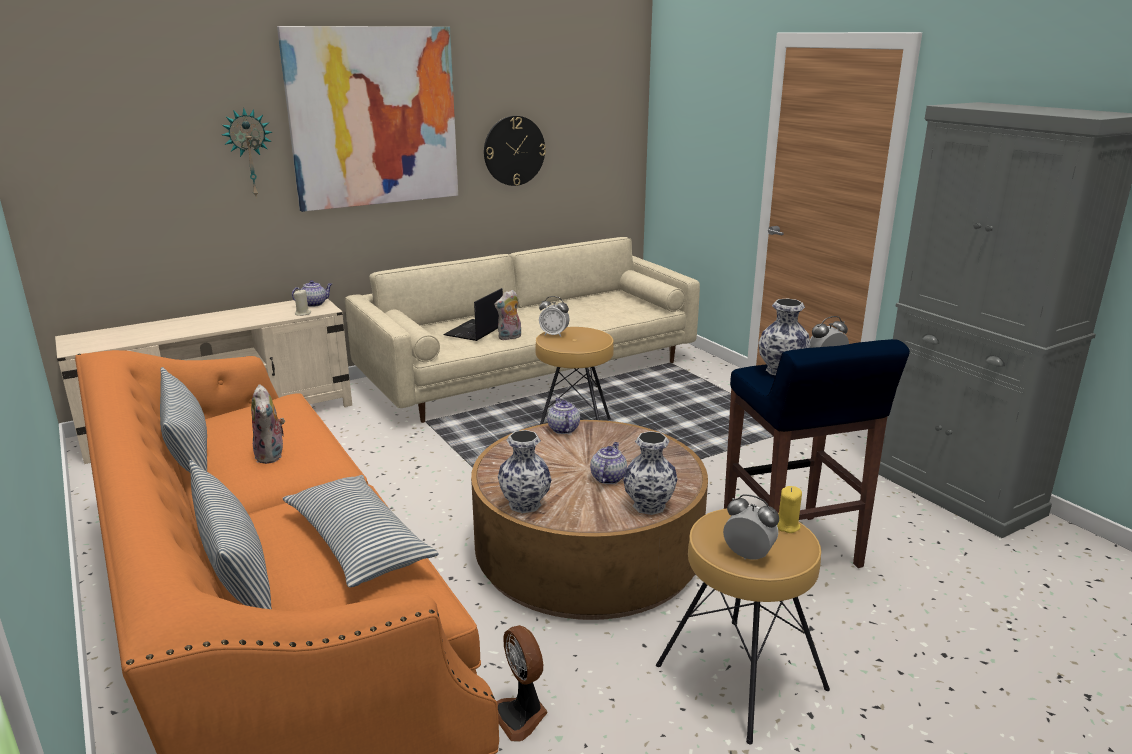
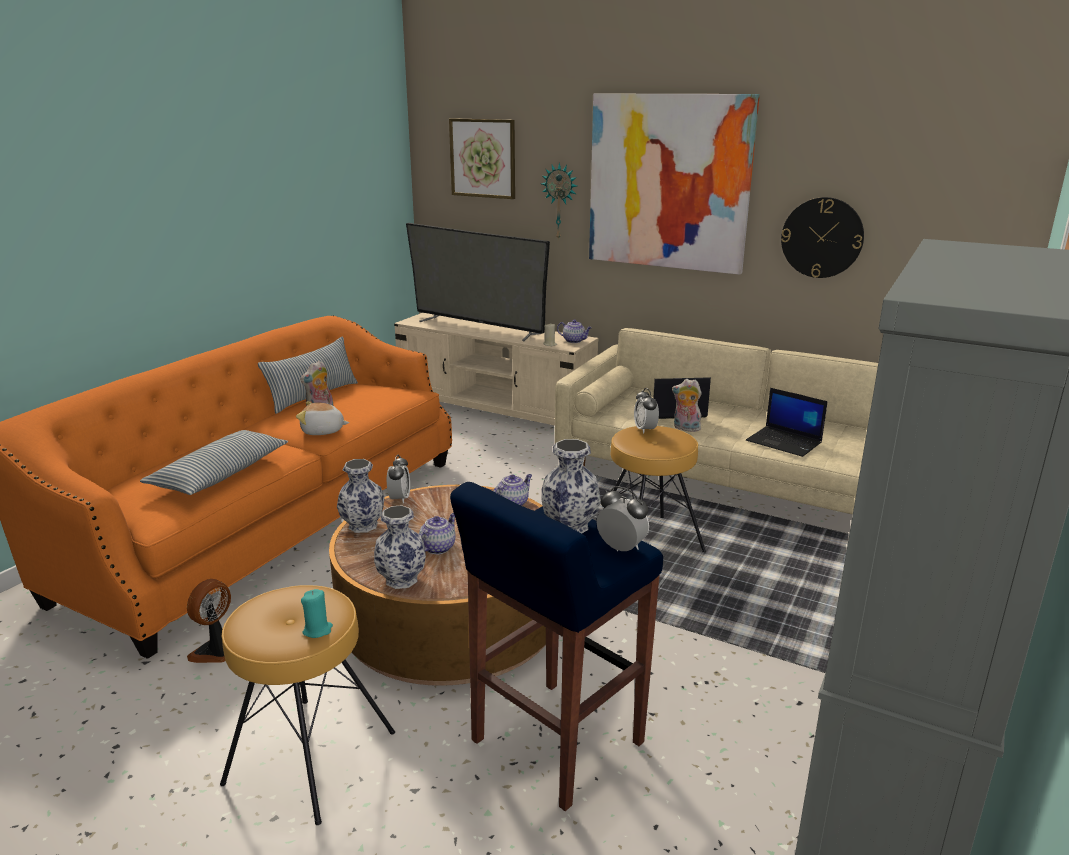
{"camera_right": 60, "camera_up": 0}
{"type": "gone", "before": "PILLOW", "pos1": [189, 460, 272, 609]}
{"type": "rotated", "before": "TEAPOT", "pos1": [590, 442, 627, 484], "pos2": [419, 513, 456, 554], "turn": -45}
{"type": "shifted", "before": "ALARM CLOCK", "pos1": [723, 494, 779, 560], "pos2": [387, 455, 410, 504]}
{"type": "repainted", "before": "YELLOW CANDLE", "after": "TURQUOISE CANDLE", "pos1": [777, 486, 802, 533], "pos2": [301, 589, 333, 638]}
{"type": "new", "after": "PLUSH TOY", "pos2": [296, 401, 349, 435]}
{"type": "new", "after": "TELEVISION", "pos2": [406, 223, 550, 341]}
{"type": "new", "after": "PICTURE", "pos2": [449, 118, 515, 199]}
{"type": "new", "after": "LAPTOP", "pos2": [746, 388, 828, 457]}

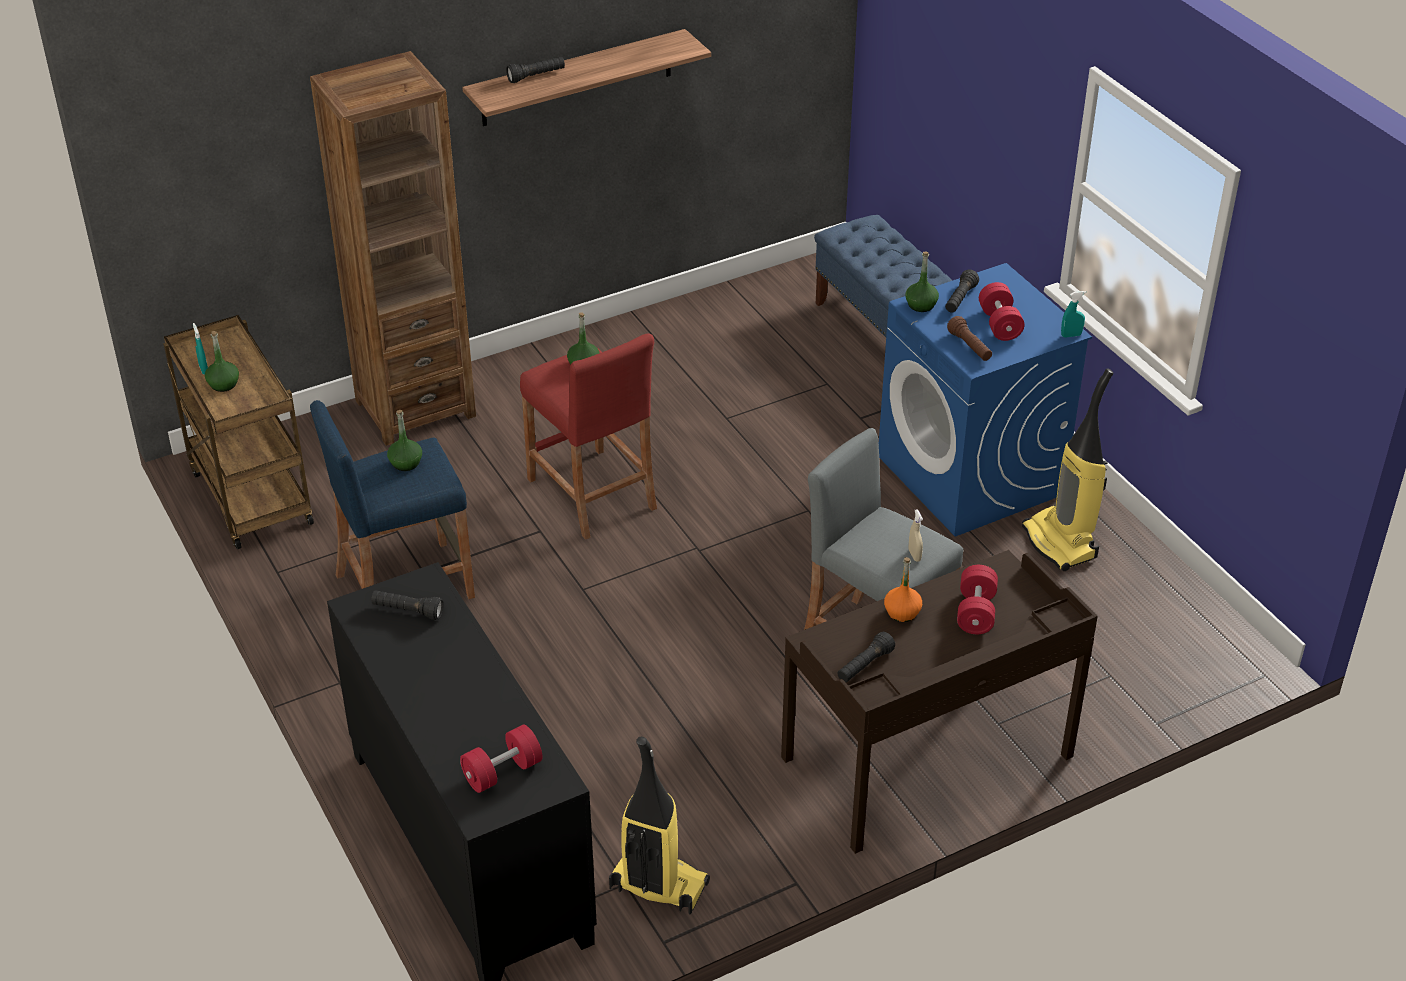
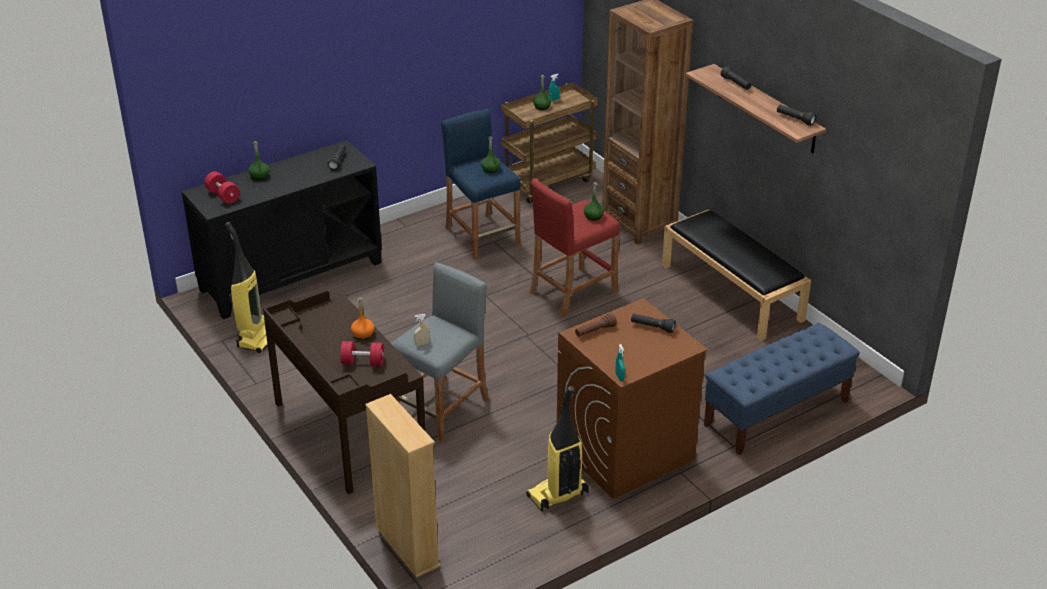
{"camera_right": 85, "camera_up": -5}
{"type": "shifted", "before": "BLACK FLASHLIGHT", "pos1": [837, 632, 895, 682], "pos2": [777, 105, 816, 126]}
{"type": "repainted", "before": "BLUE WASHING MACHINE", "after": "BROWN WASHING MACHINE", "pos1": [879, 263, 1092, 536], "pos2": [557, 298, 708, 499]}
{"type": "shifted", "before": "GREEN BOTTLE", "pos1": [905, 251, 939, 312], "pos2": [248, 141, 269, 180]}
{"type": "gone", "before": "RED DUMBBELL", "pos1": [979, 282, 1024, 341]}
{"type": "new", "after": "BEIGE BOOKCASE", "pos2": [365, 394, 441, 578]}
{"type": "new", "after": "BLACK BENCH", "pos2": [662, 209, 811, 341]}

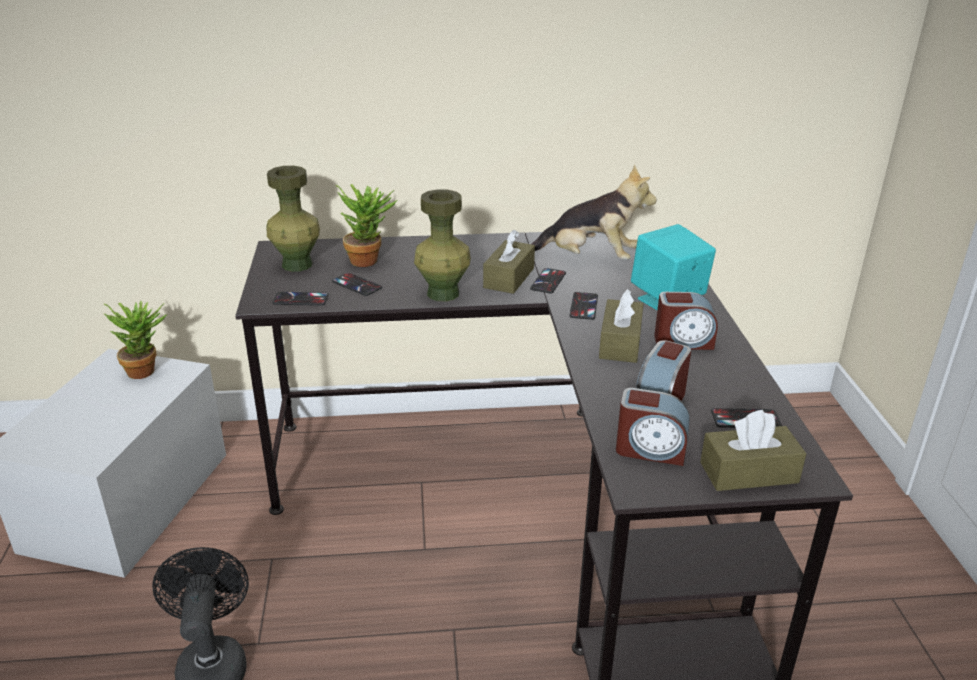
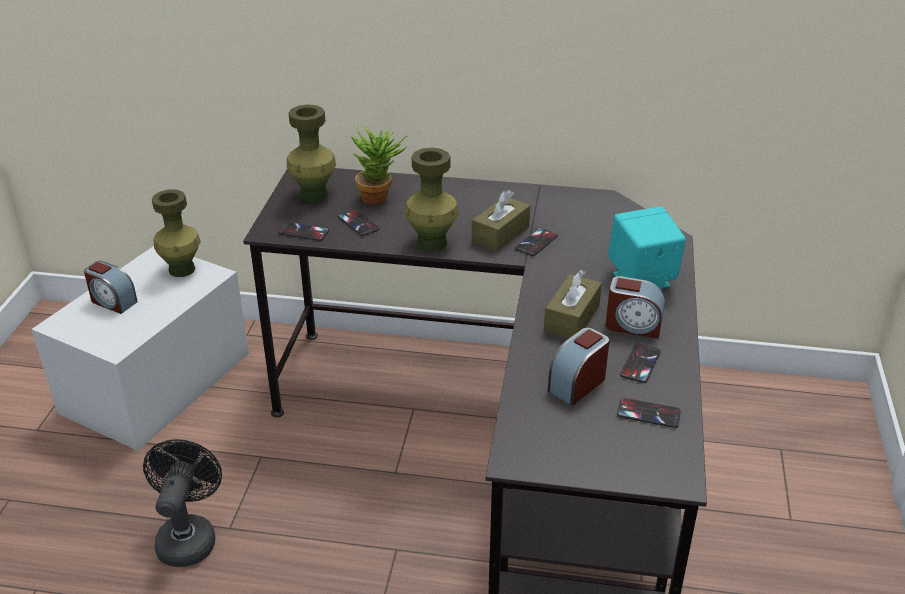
{"camera_right": 15, "camera_up": 5}
{"type": "swapped", "before": "POTTED PLANT", "after": "GREEN VASE", "pos1": [104, 301, 167, 379], "pos2": [152, 189, 201, 277]}
{"type": "gone", "before": "PLUSH TOY", "pos1": [531, 165, 657, 260]}
{"type": "shifted", "before": "PHONE", "pos1": [570, 292, 598, 320], "pos2": [620, 343, 661, 383]}
{"type": "shifted", "before": "ALARM CLOCK", "pos1": [616, 388, 689, 466], "pos2": [84, 261, 138, 314]}
{"type": "gone", "before": "BROWN TISSUE BOX", "pos1": [700, 410, 807, 491]}

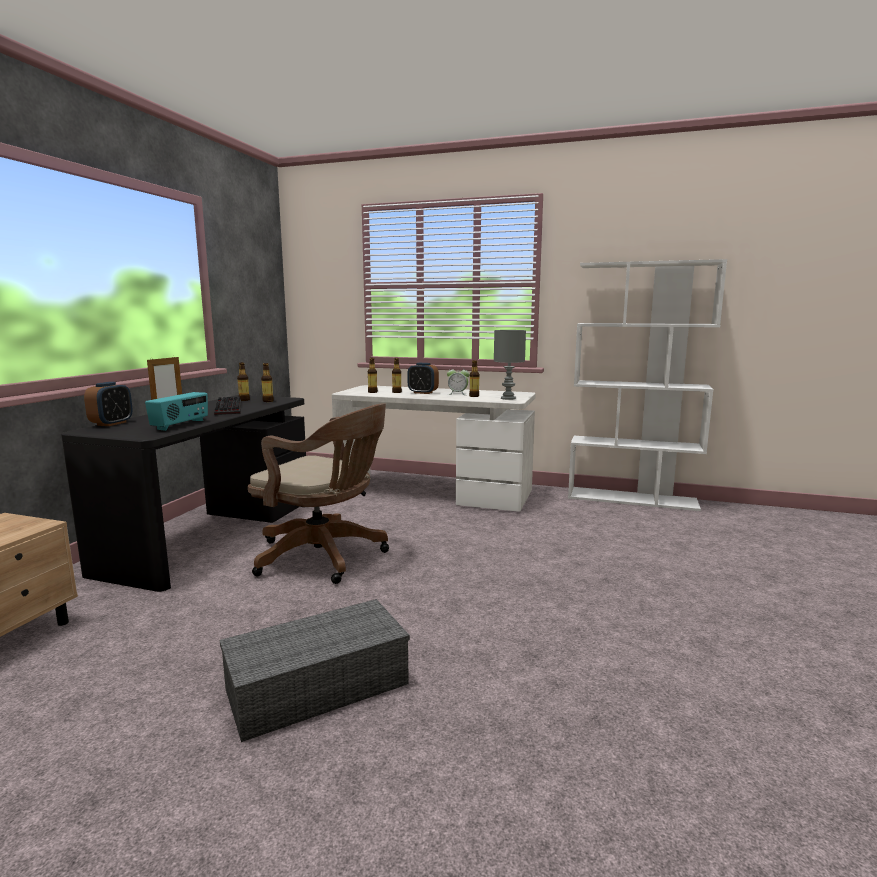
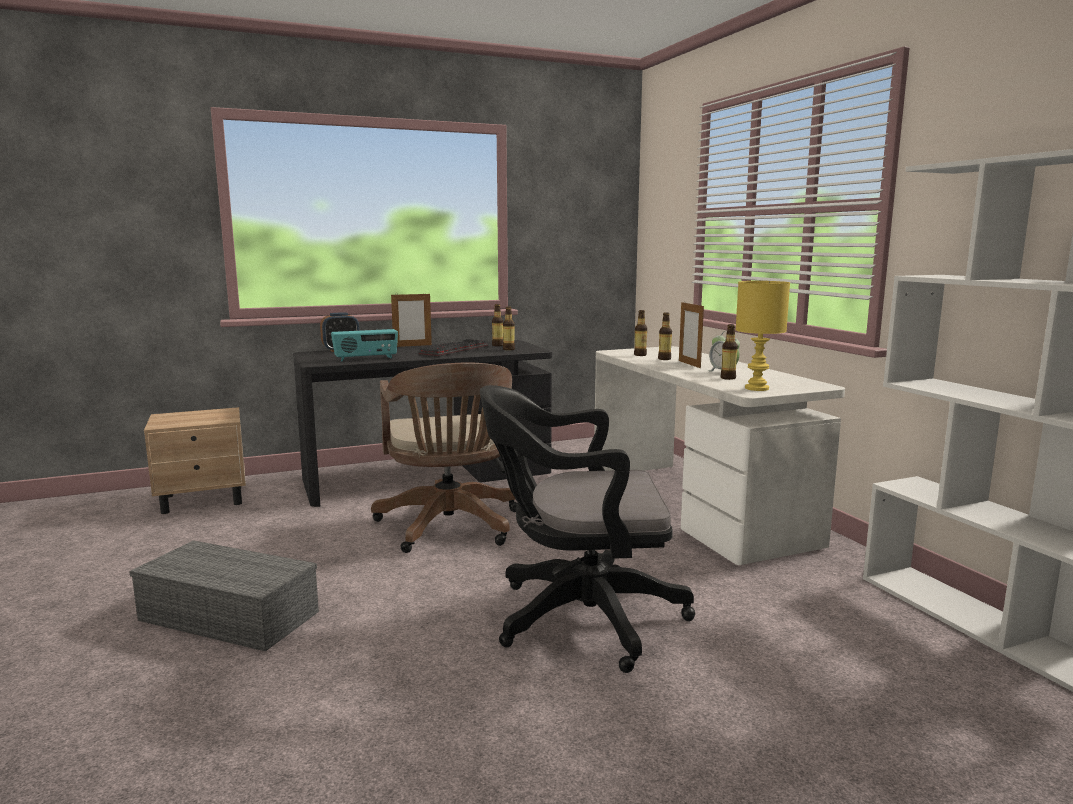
{"camera_right": 50, "camera_up": 0}
{"type": "swapped", "before": "ALARM CLOCK", "after": "PICTURE FRAME", "pos1": [408, 363, 439, 394], "pos2": [679, 302, 704, 368]}
{"type": "repainted", "before": "GREY TABLE LAMP", "after": "YELLOW TABLE LAMP", "pos1": [494, 330, 526, 400], "pos2": [736, 281, 790, 391]}
{"type": "new", "after": "BLACK OFFICE CHAIR", "pos2": [480, 385, 695, 673]}

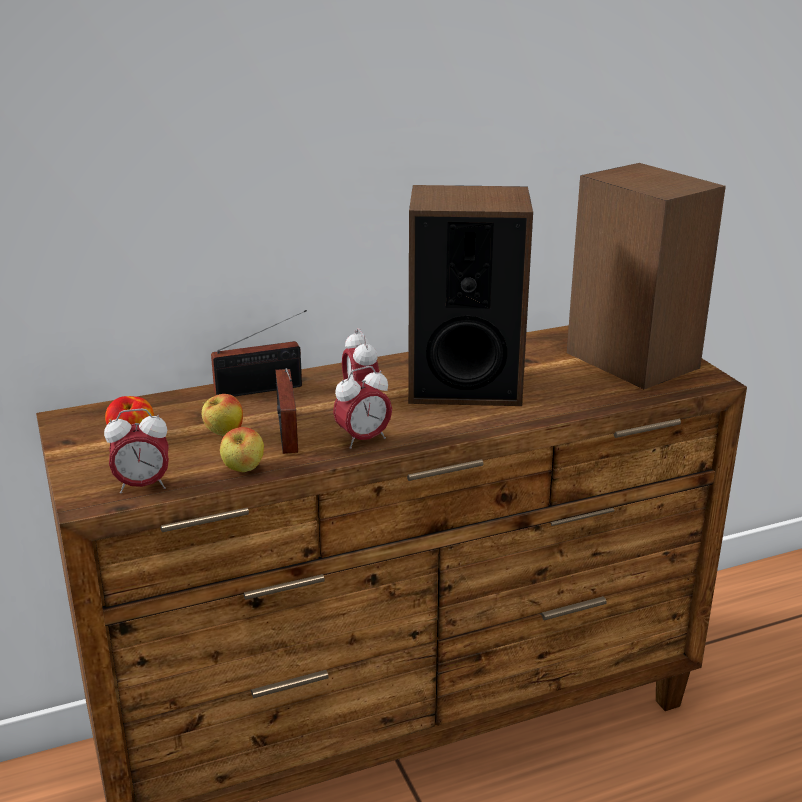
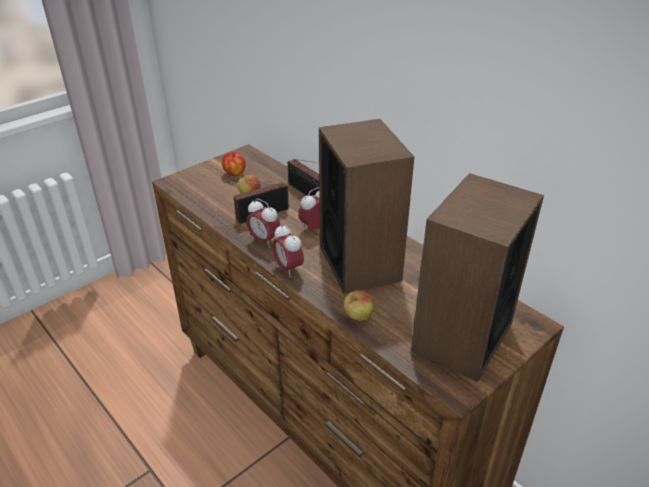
{"camera_right": 70, "camera_up": 10}
{"type": "shifted", "before": "ALARM CLOCK", "pos1": [104, 409, 169, 493], "pos2": [272, 224, 304, 278]}
{"type": "shifted", "before": "APPLE", "pos1": [220, 427, 264, 472], "pos2": [344, 290, 373, 321]}

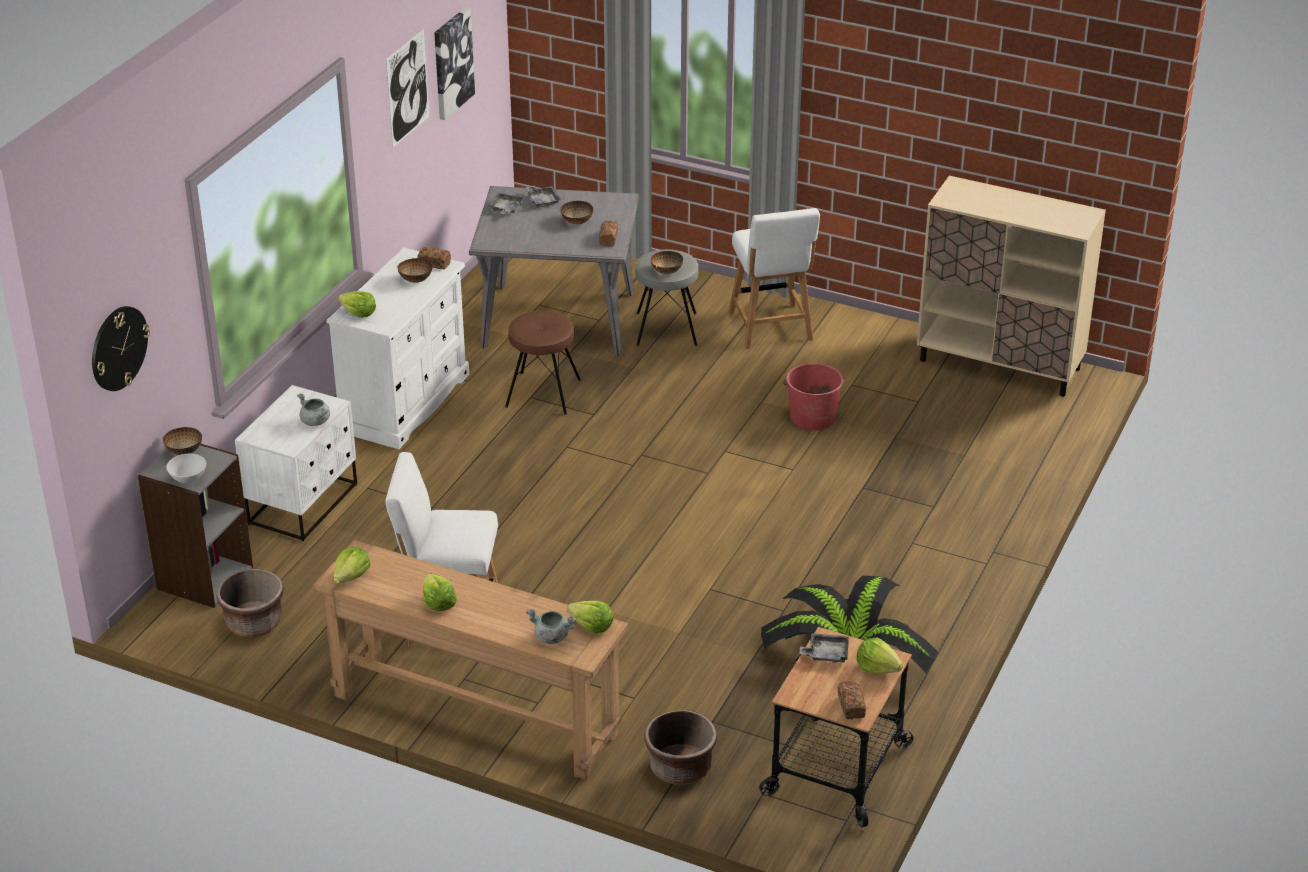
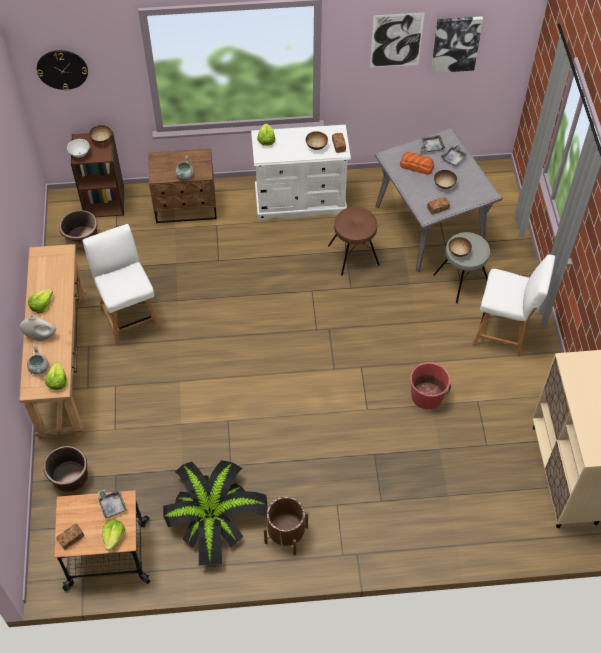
{"camera_right": 60, "camera_up": 20}
{"type": "repainted", "before": "GREY BOOKCASE", "after": "BROWN BOOKCASE", "pos1": [138, 444, 253, 608], "pos2": [71, 131, 124, 217]}
{"type": "repainted", "before": "WHITE NIGHTSTAND", "after": "BROWN NIGHTSTAND", "pos1": [235, 385, 357, 541], "pos2": [149, 149, 217, 223]}
{"type": "gone", "before": "LETTUCE", "pos1": [334, 547, 371, 584]}
{"type": "rotated", "before": "WHITE CHAIR", "pos1": [728, 208, 820, 349], "pos2": [472, 255, 555, 357], "turn": -120}
{"type": "new", "after": "WHITE VASE", "pos2": [20, 315, 56, 341]}
{"type": "new", "after": "BROWN PLANTER", "pos2": [264, 497, 308, 555]}
{"type": "new", "after": "BREAD", "pos2": [400, 152, 434, 175]}

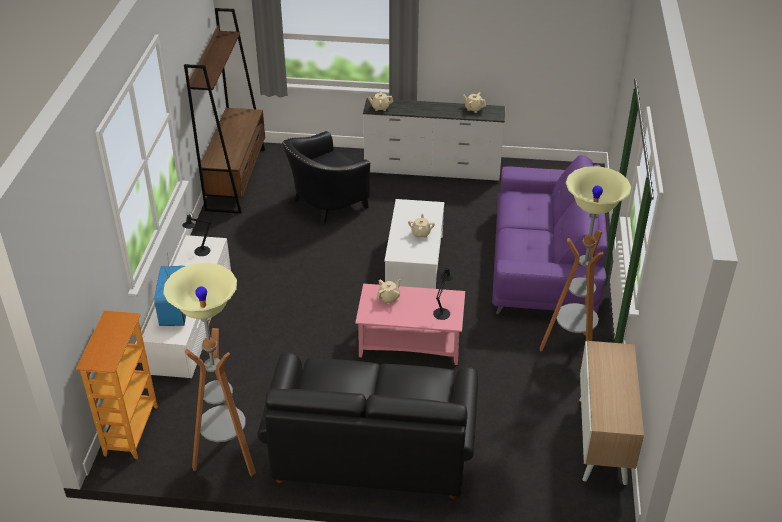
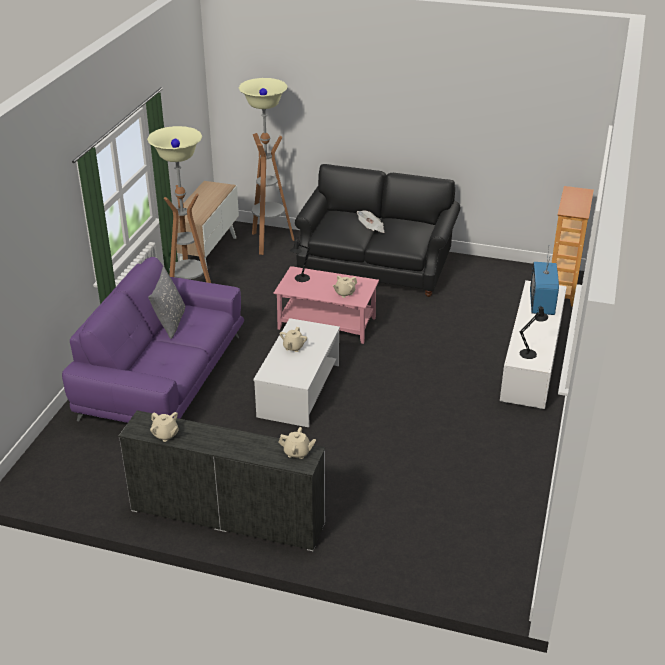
{"camera_right": -170, "camera_up": -5}
{"type": "shifted", "before": "FLOOR LAMP", "pos1": [163, 263, 256, 476], "pos2": [239, 78, 295, 255]}
{"type": "gone", "before": "BROWN BOOKCASE", "pos1": [184, 8, 265, 214]}
{"type": "gone", "before": "BLACK ARMCHAIR", "pos1": [282, 131, 370, 224]}
{"type": "new", "after": "GREY PILLOW", "pos2": [148, 267, 185, 339]}
{"type": "new", "after": "NEWSPAPER", "pos2": [357, 210, 384, 233]}

